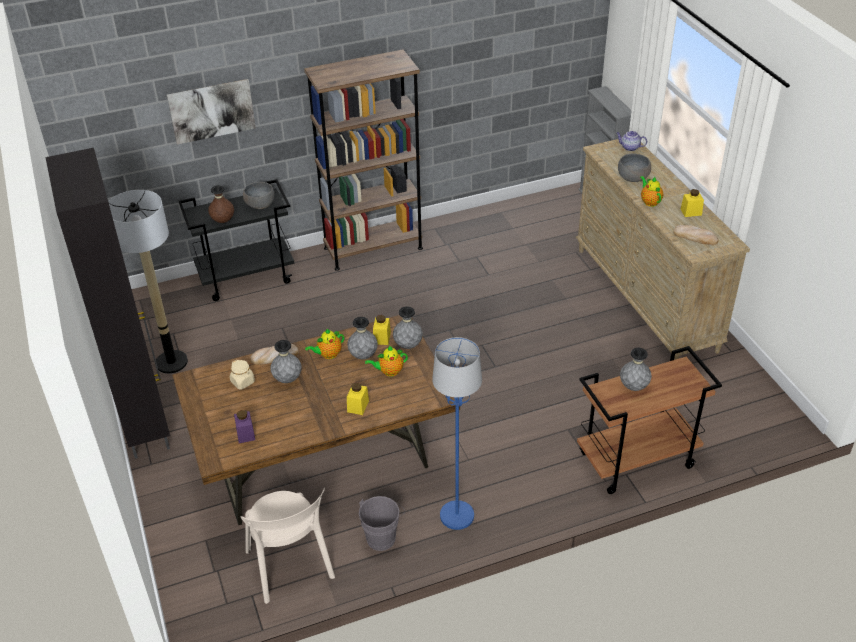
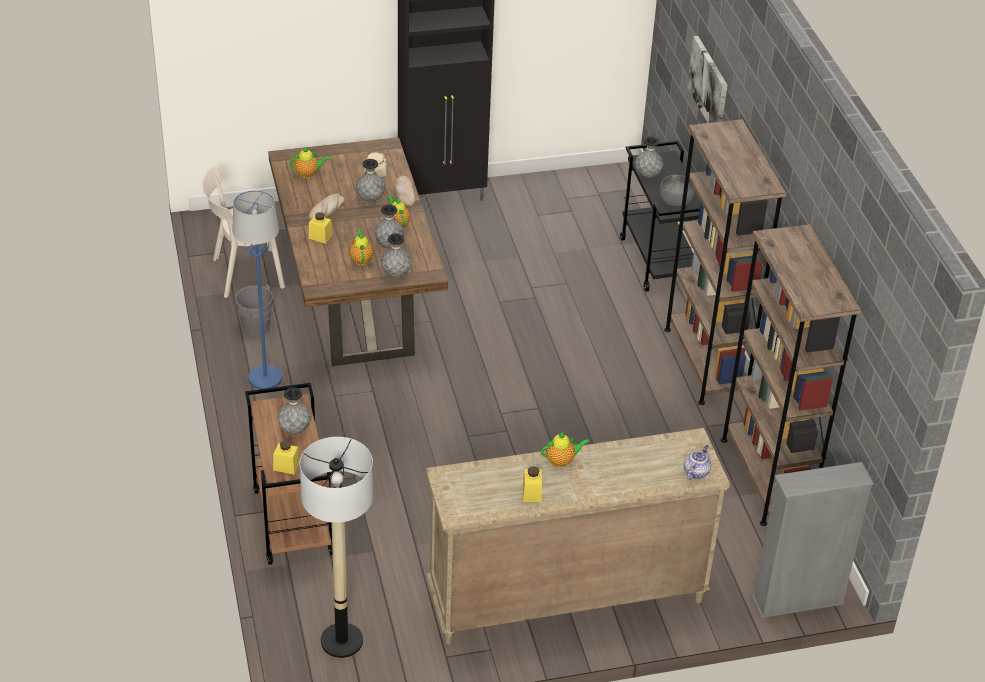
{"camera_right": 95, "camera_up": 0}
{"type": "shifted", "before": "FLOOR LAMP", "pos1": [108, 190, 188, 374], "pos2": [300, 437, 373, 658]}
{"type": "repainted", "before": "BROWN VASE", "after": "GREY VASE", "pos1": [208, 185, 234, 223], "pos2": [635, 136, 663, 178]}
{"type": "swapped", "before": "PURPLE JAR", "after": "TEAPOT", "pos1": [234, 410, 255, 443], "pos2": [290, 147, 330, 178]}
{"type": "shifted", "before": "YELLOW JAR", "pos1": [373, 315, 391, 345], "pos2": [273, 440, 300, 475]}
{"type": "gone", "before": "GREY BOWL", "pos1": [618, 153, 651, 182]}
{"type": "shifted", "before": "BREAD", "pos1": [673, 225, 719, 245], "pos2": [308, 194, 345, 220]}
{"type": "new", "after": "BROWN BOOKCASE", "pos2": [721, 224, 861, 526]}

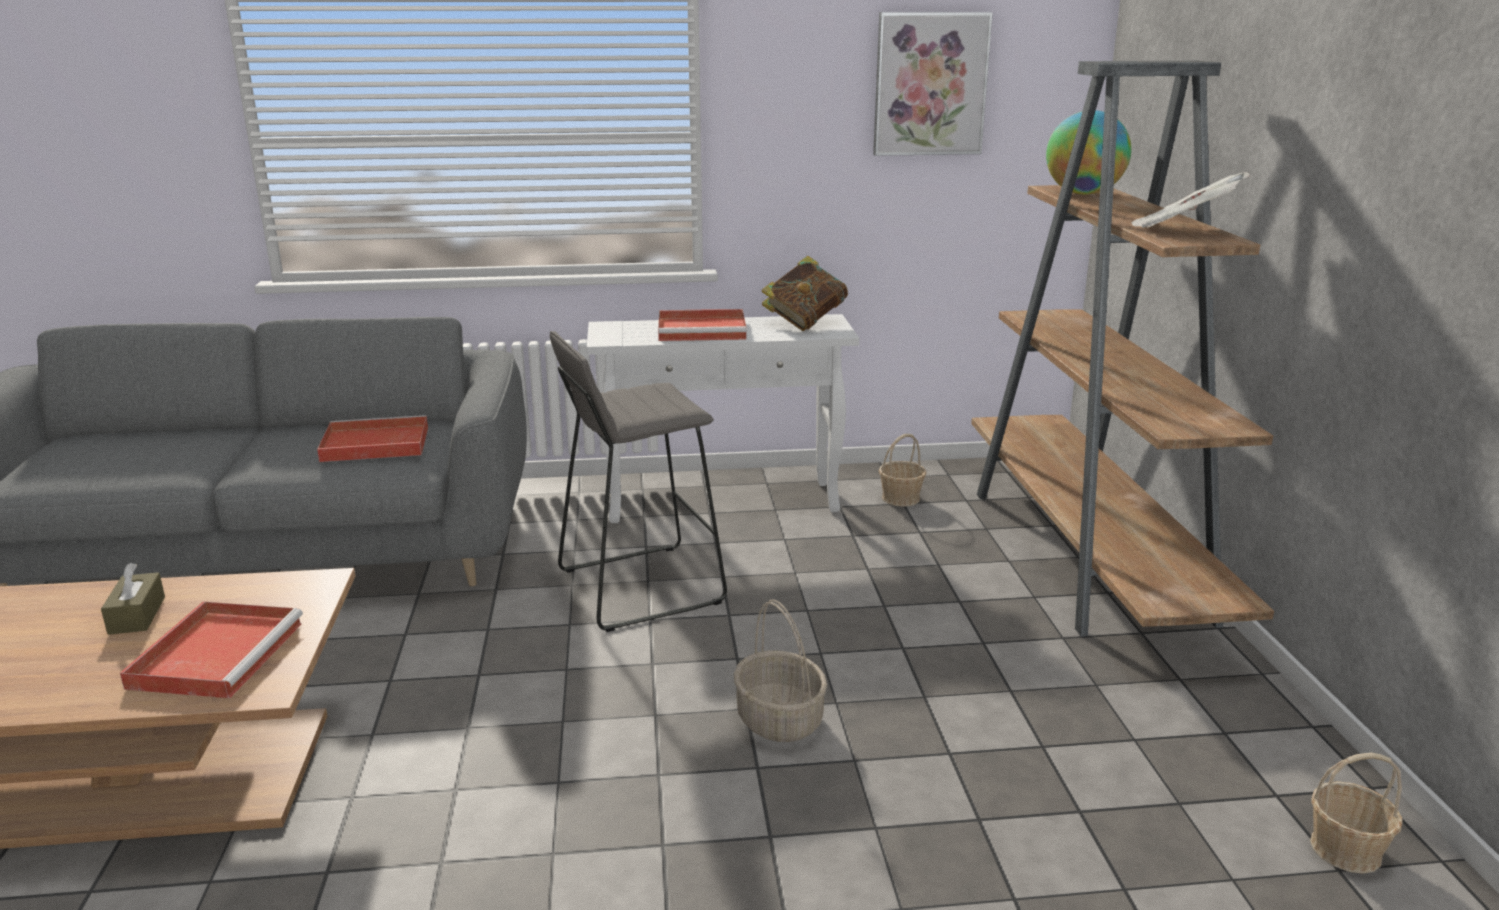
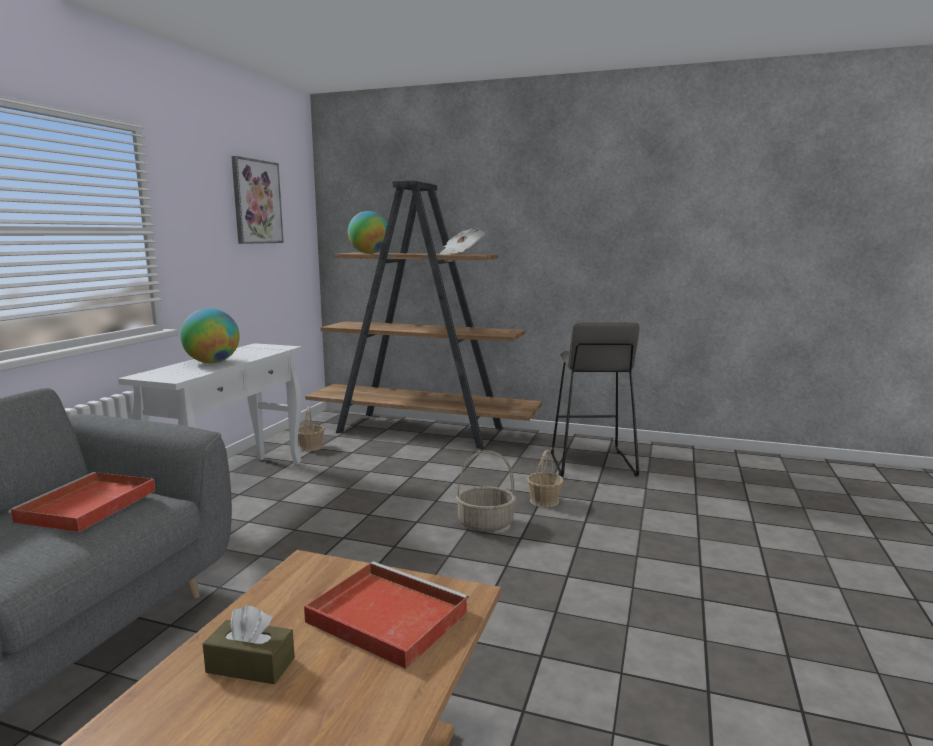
{"camera_right": -65, "camera_up": -10}
{"type": "shifted", "before": "GREY STOOL", "pos1": [550, 331, 727, 632], "pos2": [551, 322, 640, 477]}
{"type": "swapped", "before": "RED TRAY", "after": "GLOBE", "pos1": [658, 309, 747, 341], "pos2": [180, 308, 240, 363]}
{"type": "gone", "before": "BOOK", "pos1": [762, 256, 848, 331]}
{"type": "shifted", "before": "BASKET", "pos1": [1310, 753, 1403, 874], "pos2": [527, 450, 563, 507]}

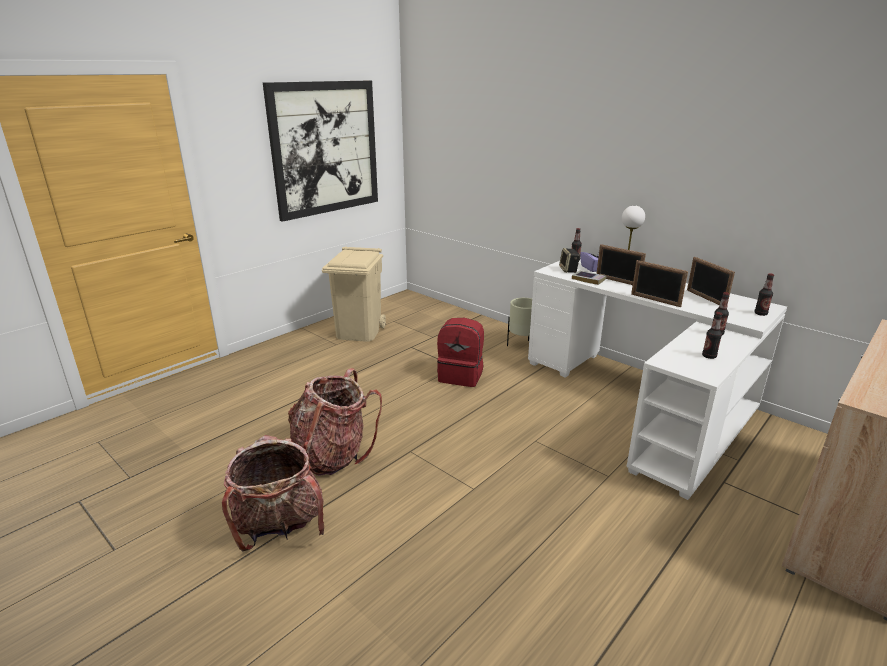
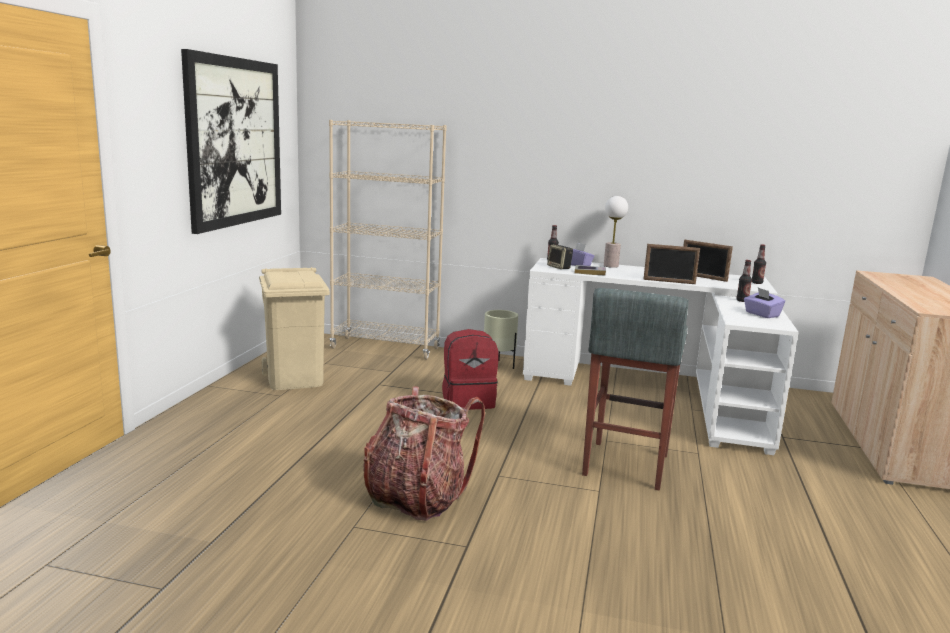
{"camera_right": -30, "camera_up": -10}
{"type": "gone", "before": "BACKPACK", "pos1": [222, 435, 324, 552]}
{"type": "gone", "before": "PICTURE FRAME", "pos1": [597, 244, 646, 285]}
{"type": "swapped", "before": "BOTTLE", "after": "PURPLE TISSUE BOX", "pos1": [702, 312, 722, 359], "pos2": [744, 288, 785, 318]}
{"type": "new", "after": "BEIGE BOOKCASE", "pos2": [329, 120, 447, 360]}
{"type": "new", "after": "GREY STOOL", "pos2": [582, 288, 689, 490]}

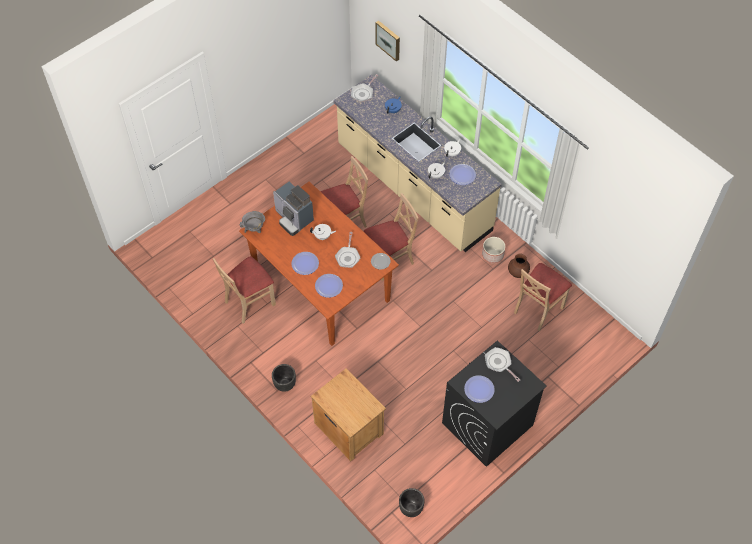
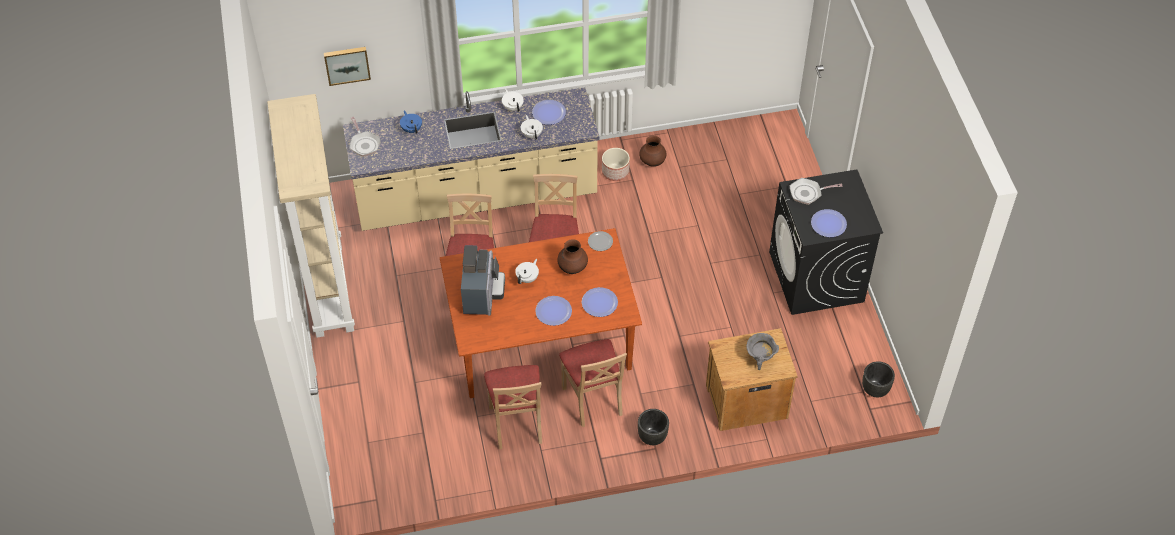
{"camera_right": -60, "camera_up": -5}
{"type": "shifted", "before": "GREY COOKING POT", "pos1": [240, 211, 265, 233], "pos2": [746, 333, 779, 370]}
{"type": "rotated", "before": "COFFEE MACHINE", "pos1": [273, 182, 314, 236], "pos2": [461, 245, 505, 315], "turn": -75}
{"type": "swapped", "before": "FRYING PAN", "after": "BROWN VASE", "pos1": [335, 232, 360, 268], "pos2": [557, 239, 588, 274]}
{"type": "shifted", "before": "BEIGE CHAIR", "pos1": [514, 263, 572, 331], "pos2": [559, 339, 627, 427]}
{"type": "new", "after": "BEIGE BOOKCASE", "pos2": [267, 94, 355, 338]}

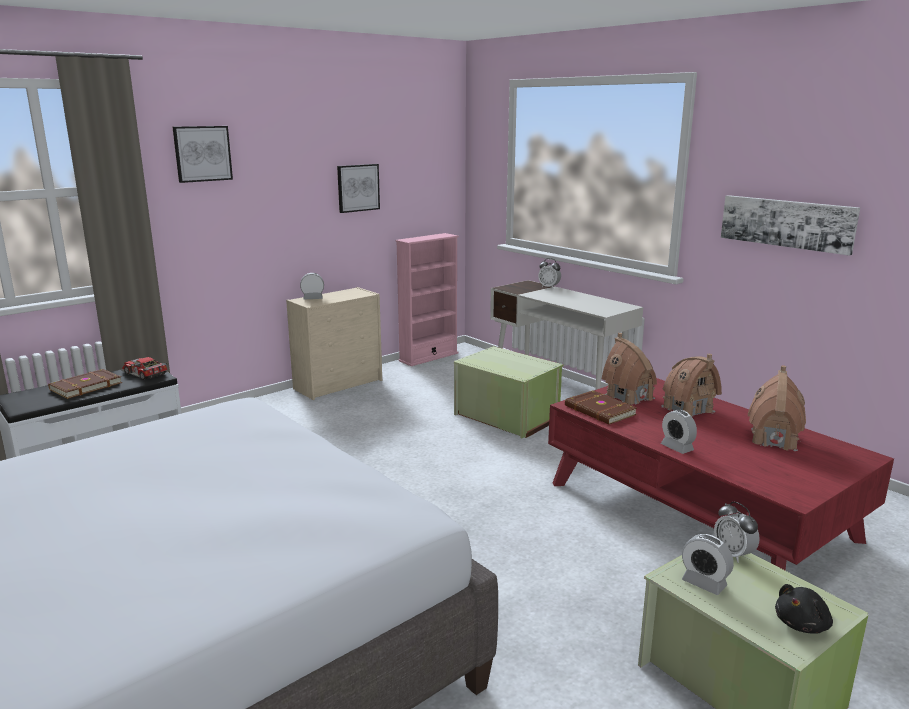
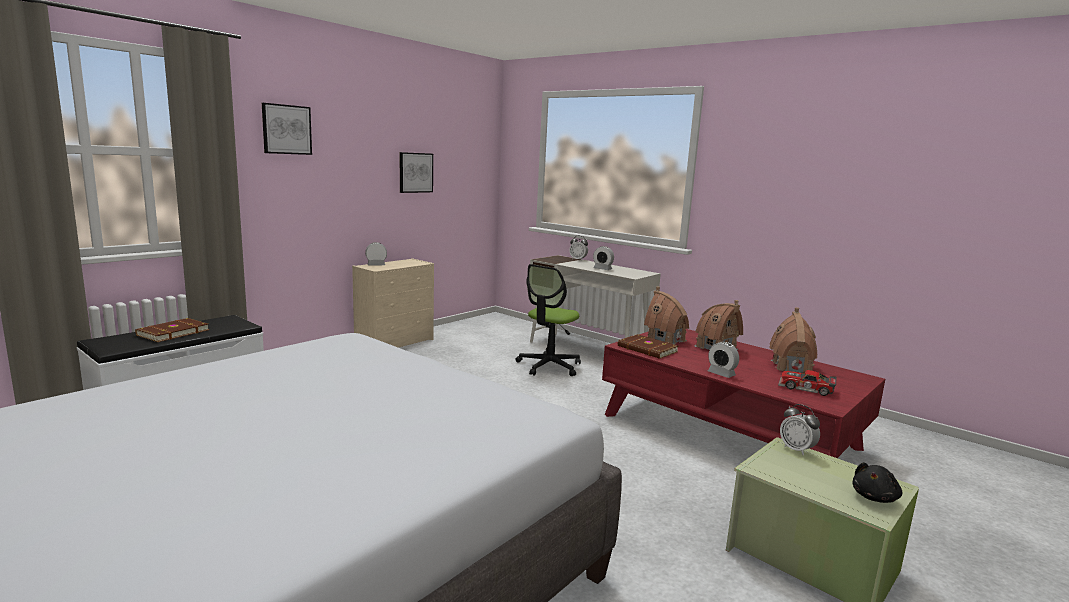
{"camera_right": -10, "camera_up": -5}
{"type": "shifted", "before": "TOY CAR", "pos1": [122, 357, 167, 380], "pos2": [778, 370, 837, 396]}
{"type": "gone", "before": "PINK BOOKCASE", "pos1": [395, 233, 459, 366]}
{"type": "swapped", "before": "GREEN STORAGE BOX", "after": "OFFICE CHAIR", "pos1": [454, 346, 564, 438], "pos2": [515, 264, 581, 376]}
{"type": "shifted", "before": "ALARM CLOCK", "pos1": [682, 534, 734, 595], "pos2": [593, 246, 614, 270]}
{"type": "gone", "before": "PICTURE", "pos1": [721, 195, 860, 256]}

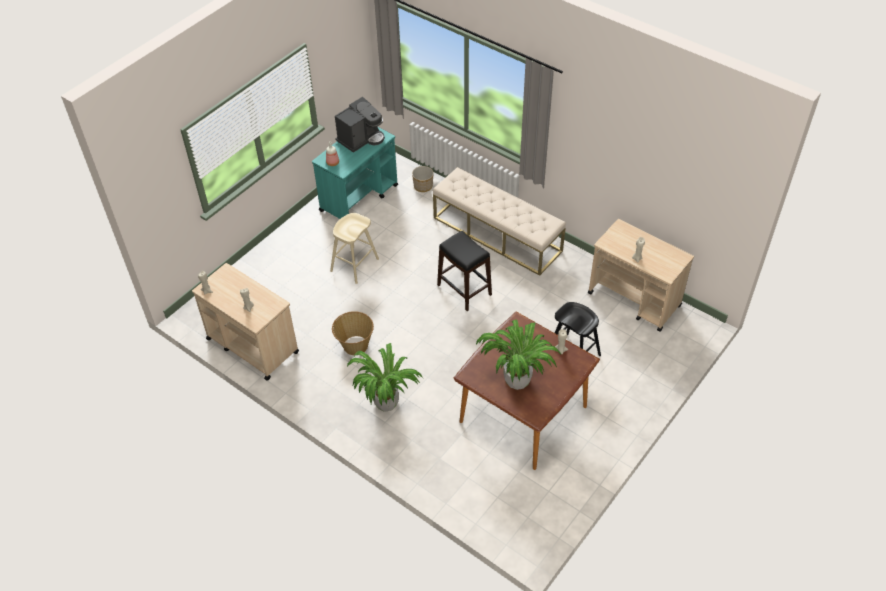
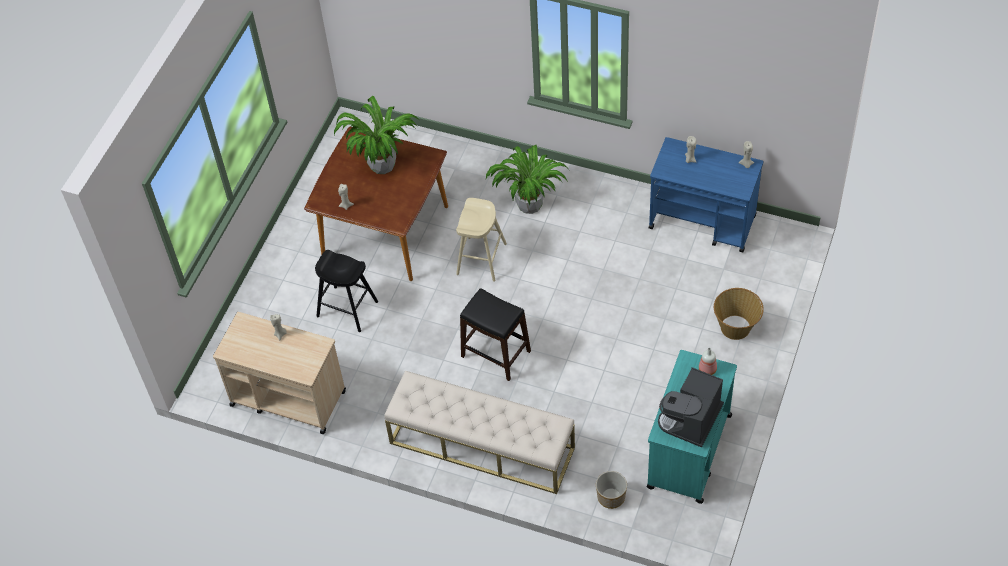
{"camera_right": 165, "camera_up": 5}
{"type": "repainted", "before": "BEIGE CART", "after": "BLUE CART", "pos1": [192, 263, 299, 380], "pos2": [649, 137, 763, 252]}
{"type": "shifted", "before": "BEIGE STOOL", "pos1": [330, 213, 379, 284], "pos2": [456, 198, 507, 282]}
{"type": "shifted", "before": "BASKET", "pos1": [332, 311, 374, 355], "pos2": [714, 288, 764, 340]}

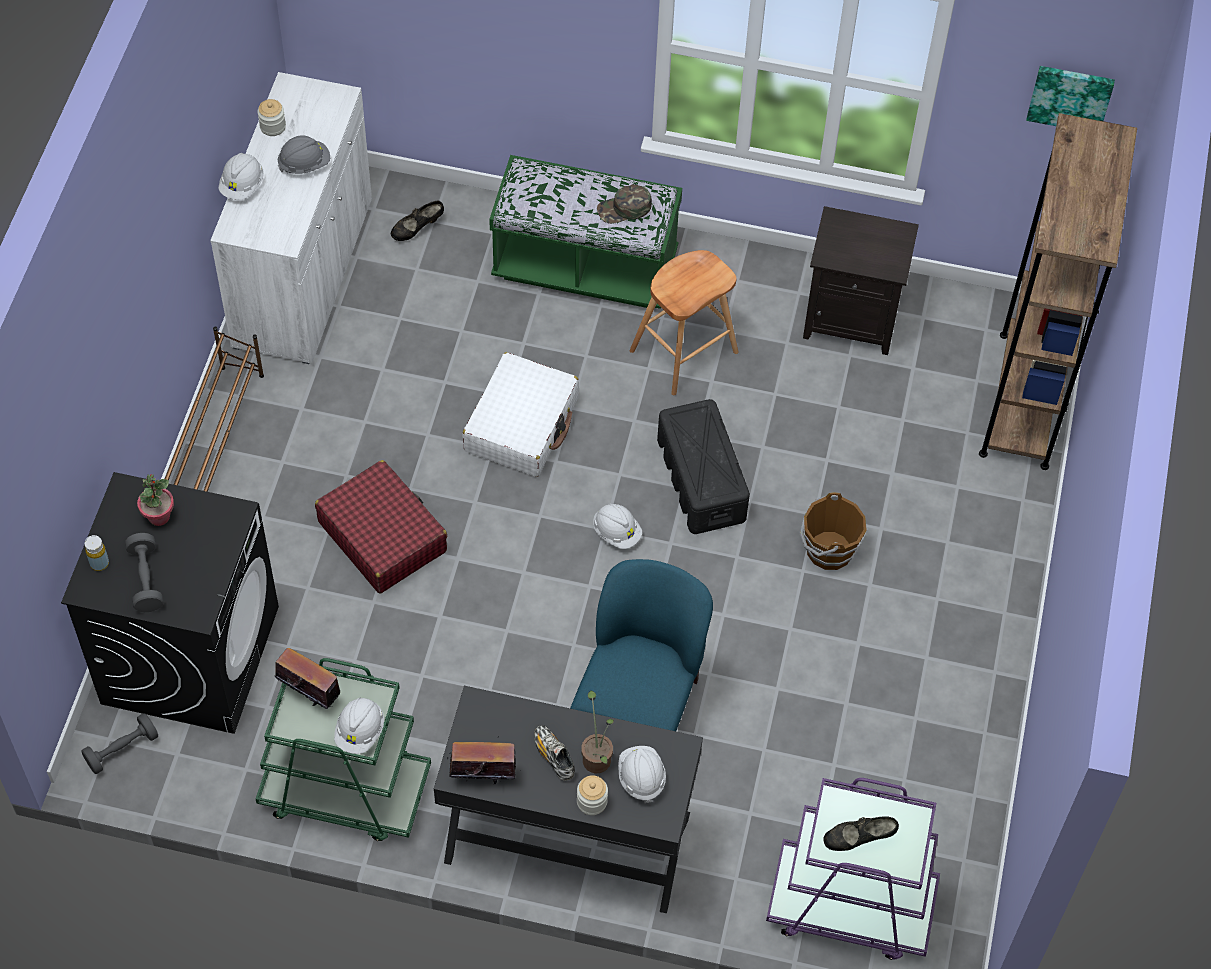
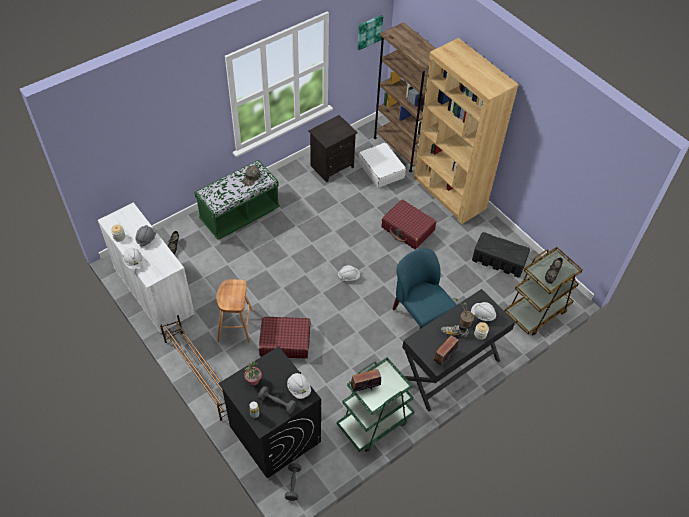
{"camera_right": -50, "camera_up": -5}
{"type": "shifted", "before": "WHITE HARD HAT", "pos1": [334, 698, 384, 754], "pos2": [287, 373, 311, 399]}
{"type": "shifted", "before": "WHITE SUITCASE", "pos1": [462, 352, 579, 477], "pos2": [358, 143, 406, 188]}
{"type": "shifted", "before": "BROWN STOOL", "pos1": [630, 250, 738, 395], "pos2": [216, 279, 254, 343]}
{"type": "shifted", "before": "BLACK STORAGE BOX", "pos1": [657, 399, 750, 534], "pos2": [472, 232, 530, 277]}
{"type": "repainted", "before": "PURPLE CART", "after": "BROWN CART", "pos1": [766, 778, 940, 960], "pos2": [505, 247, 583, 335]}
{"type": "swapped", "before": "BROWN BUCKET", "after": "RED SUITCASE", "pos1": [800, 492, 867, 570], "pos2": [382, 199, 436, 249]}
{"type": "new", "after": "BROWN BOOKCASE", "pos2": [414, 38, 519, 224]}

